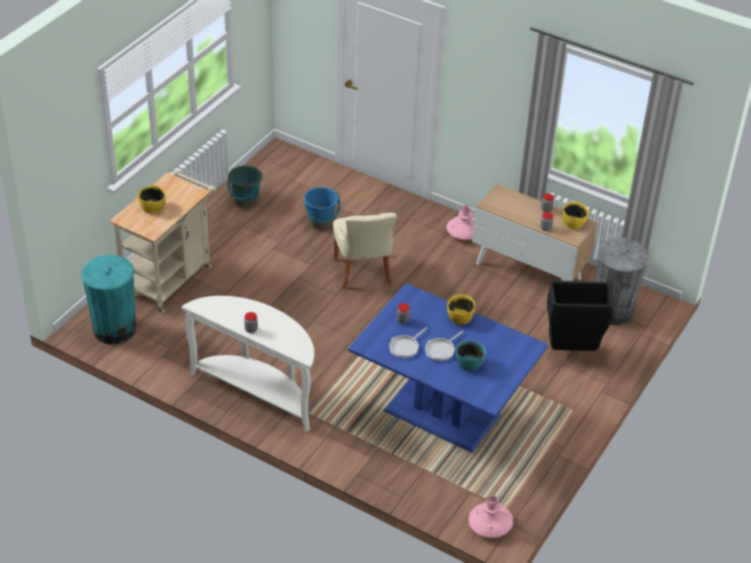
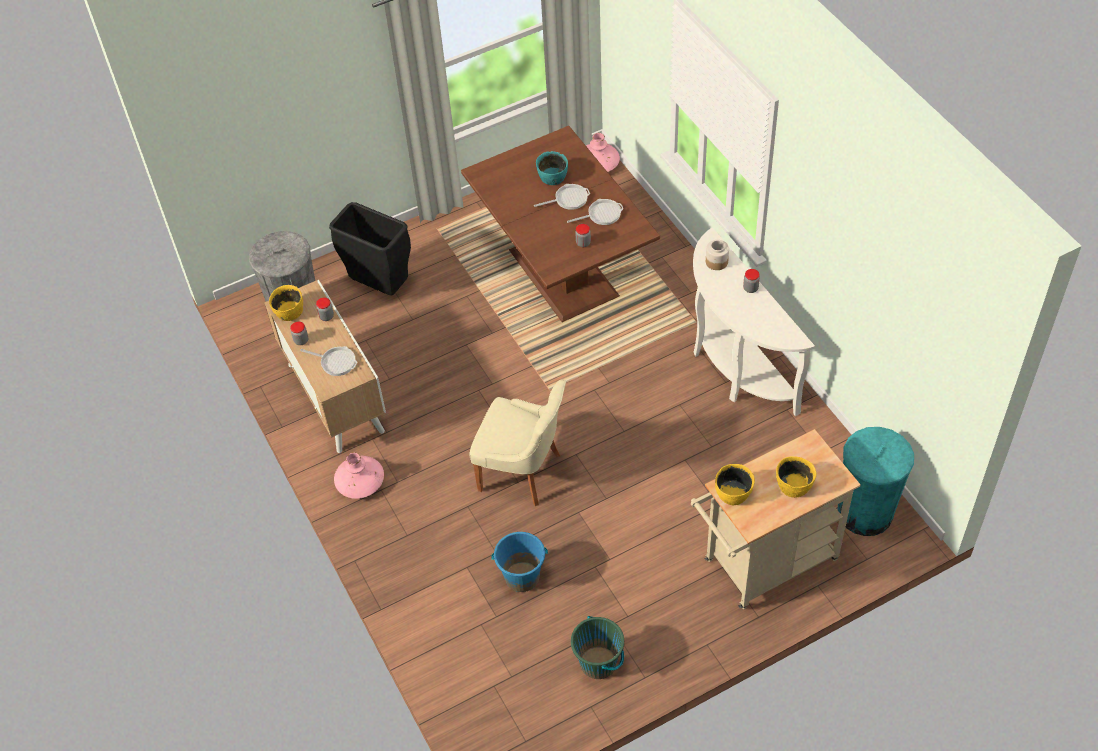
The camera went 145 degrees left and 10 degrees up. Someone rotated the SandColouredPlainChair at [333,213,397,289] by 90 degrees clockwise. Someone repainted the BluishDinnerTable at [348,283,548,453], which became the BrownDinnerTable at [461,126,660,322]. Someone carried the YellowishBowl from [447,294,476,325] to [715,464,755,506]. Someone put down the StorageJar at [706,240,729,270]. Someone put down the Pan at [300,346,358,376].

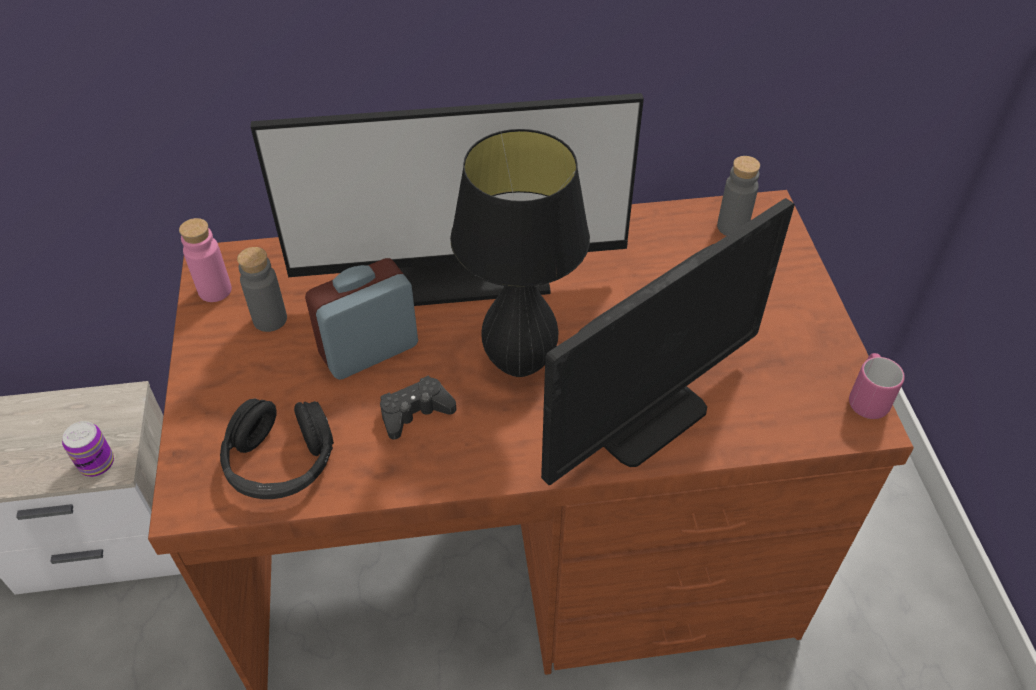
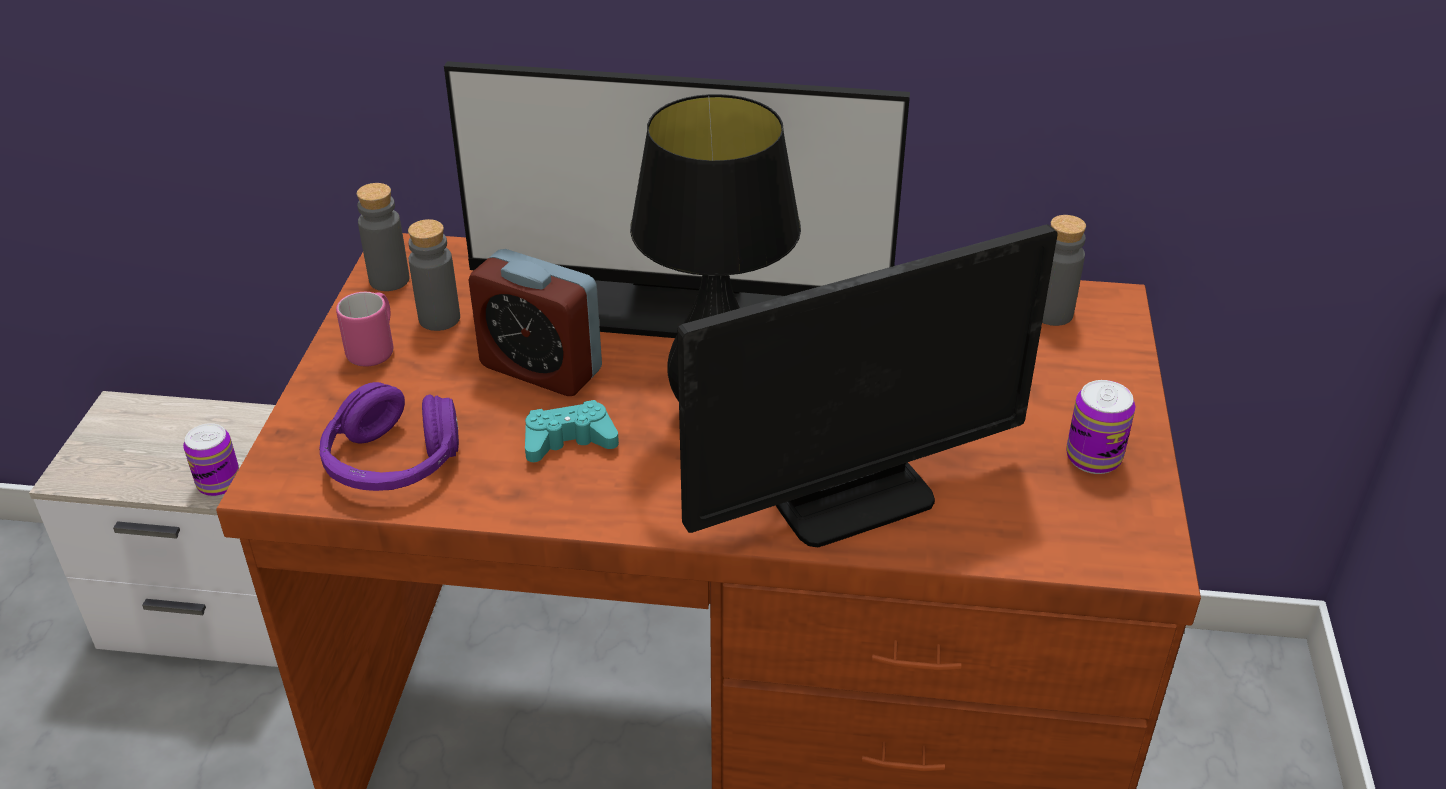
The camera went 15 degrees right and 10 degrees down. Someone repainted the PinkDrinkBottle at [179,218,232,302], which became the GreyDrinkBottle at [357,183,409,291]. Someone rotated the TableClock at [305,258,418,380] by 135 degrees counterclockwise. Someone carried the PinkTeaMug from [849,353,905,419] to [336,292,393,367]. Someone repainted the BlackJoypad at [380,376,456,440], which became the BlueGreenJoypad at [525,400,619,462]. Someone repainted the BlackHeadset at [220,399,334,499], which became the PurpleColouredHeadset at [320,382,459,491]. Someone put down the MetalCan at [1066,380,1135,474].

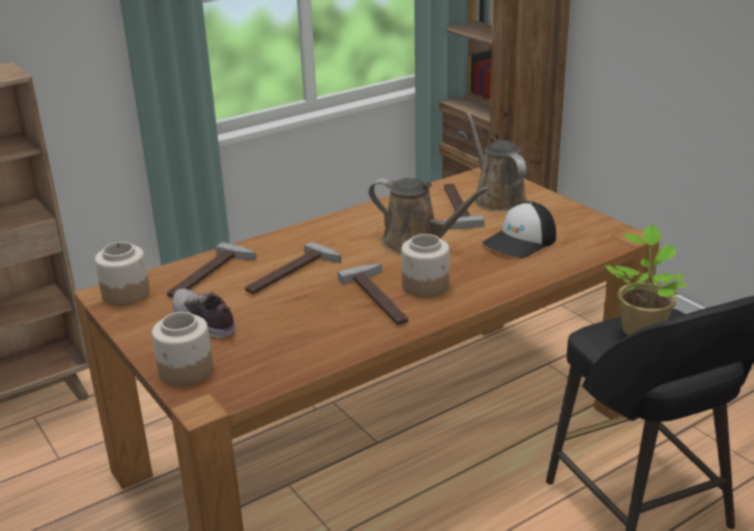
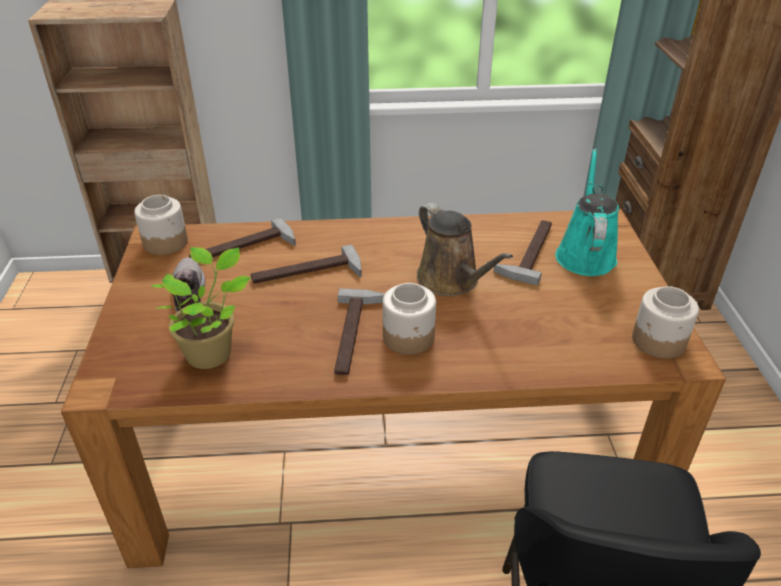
The camera went 30 degrees right and 10 degrees up. Someone repainted the BrownSprinklingCan at [466,112,527,211], which became the BlueGreenSprinklingCan at [555,149,619,276]. Someone took away the PeakedCap at [483,201,556,258]. Someone carried the Houseplant from [605,225,688,335] to [151,247,251,369]. Someone carried the StorageJar from [152,312,213,386] to [632,286,699,359].

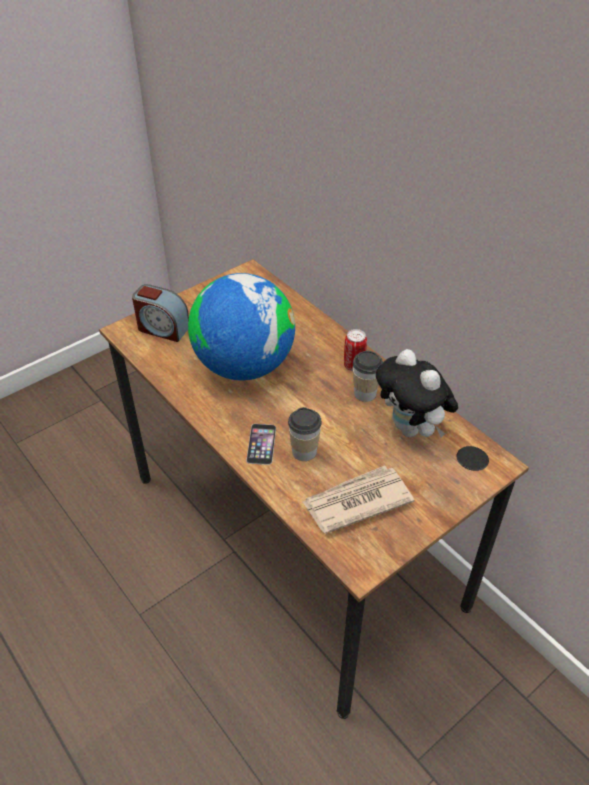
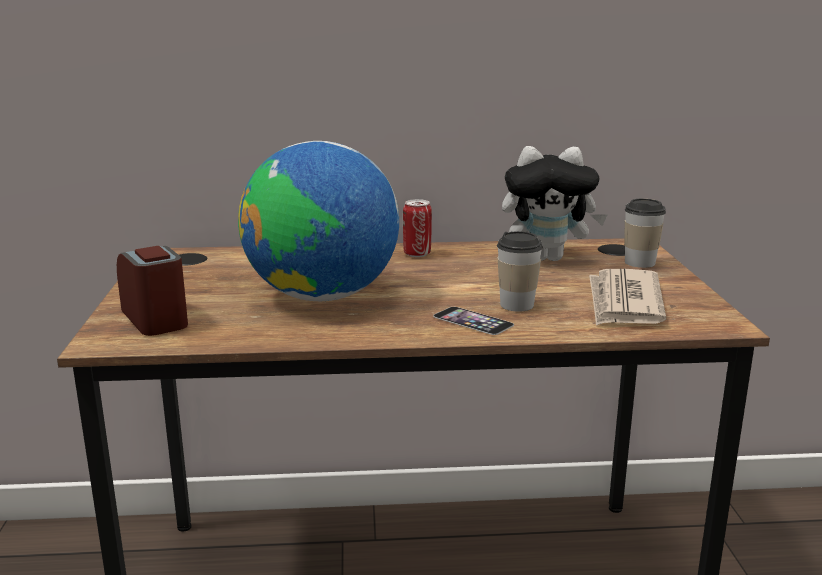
The camera went 55 degrees left and 25 degrees down. Someone rotated the TableClock at [132,284,189,342] by 90 degrees counterclockwise. Someone carried the Cup from [353,351,383,402] to [624,199,666,268].

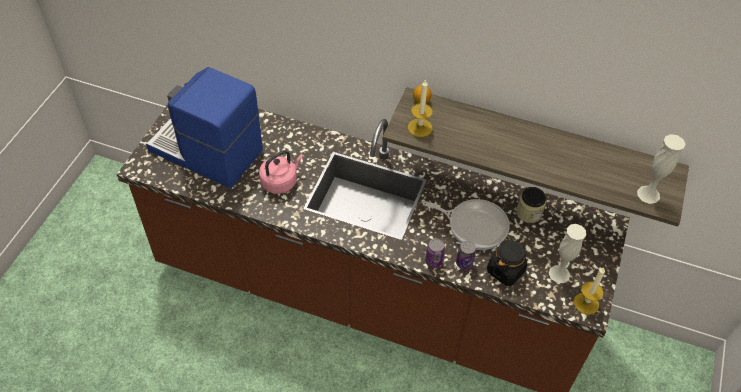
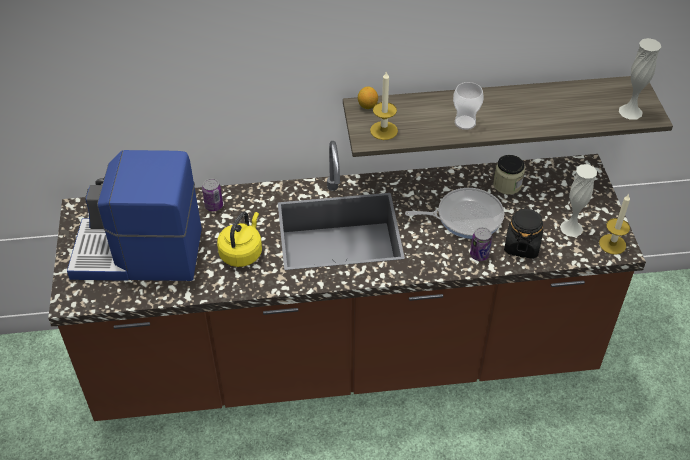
The camera went 25 degrees left and 5 degrees down. Someone repainted the PinkKettle at [259,150,304,194], which became the YellowishKettle at [217,212,262,267]. Someone carried the MetalCan from [425,239,445,268] to [202,179,223,211]. Someone put down the Cup at [453,82,484,130].

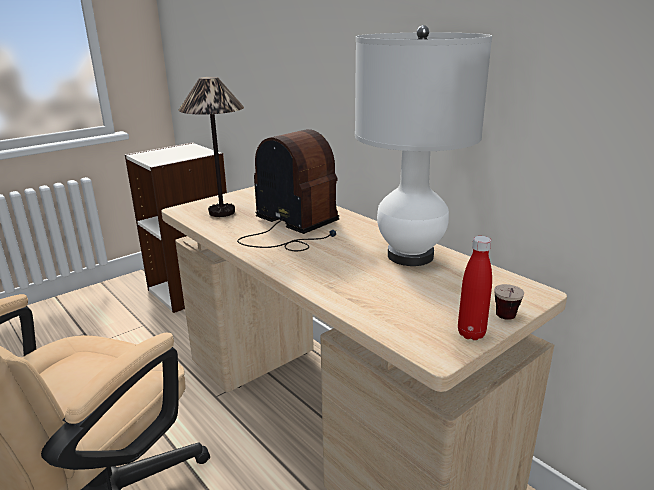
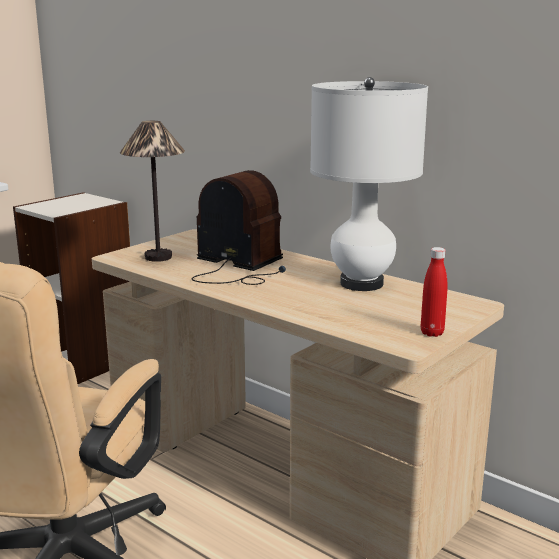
The camera went 10 degrees left and 5 degrees down. Someone took away the Cup at [494,284,524,320].

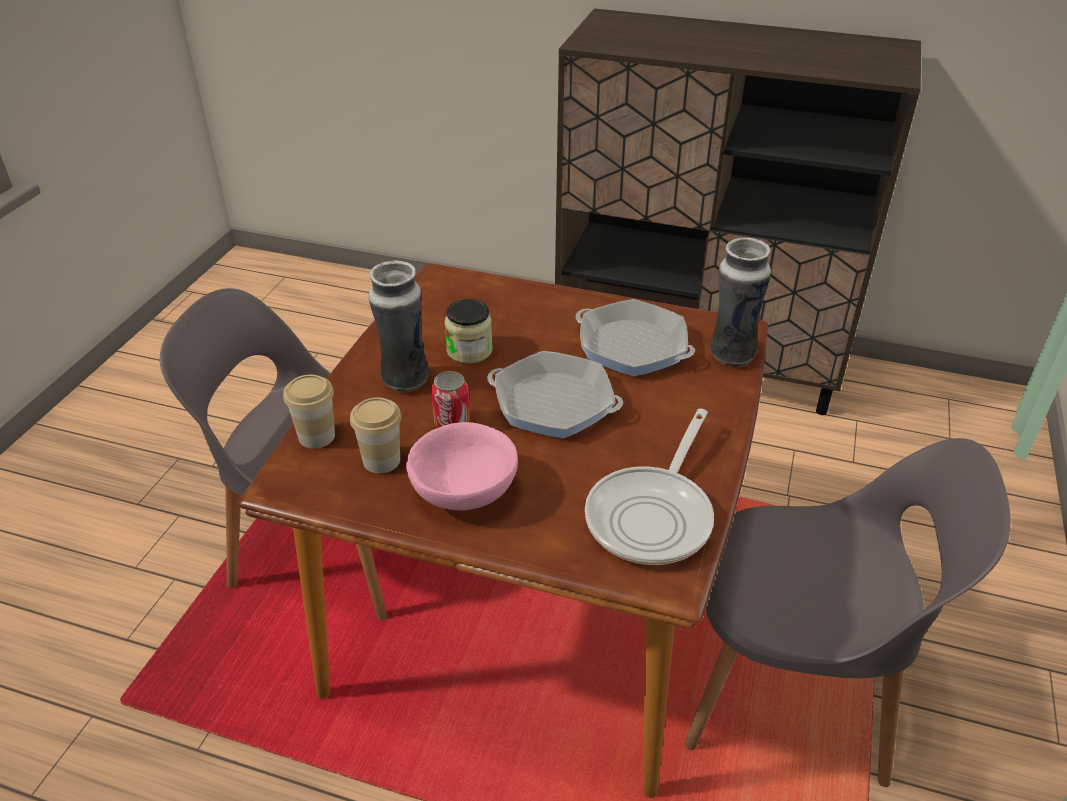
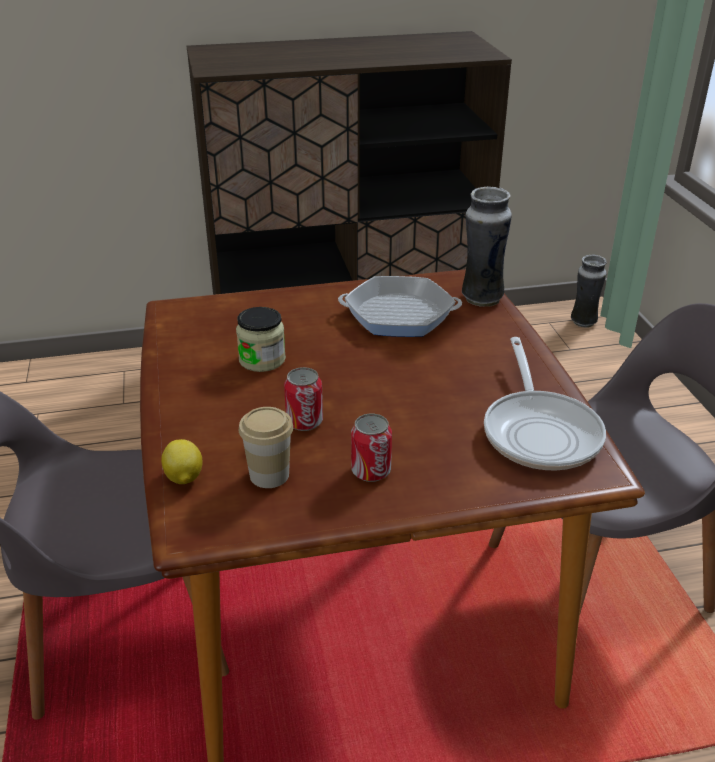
The camera went 30 degrees left and 5 degrees down. Someone carried the Vase from [368,260,429,392] to [571,255,607,328]. Someone took away the Pan at [487,351,623,439]. Someone swapped the Cup at [283,374,335,449] for the Lemon at [161,439,203,484]. Someone swapped the PinkBowl at [406,422,518,511] for the MetalCan at [351,414,392,482].

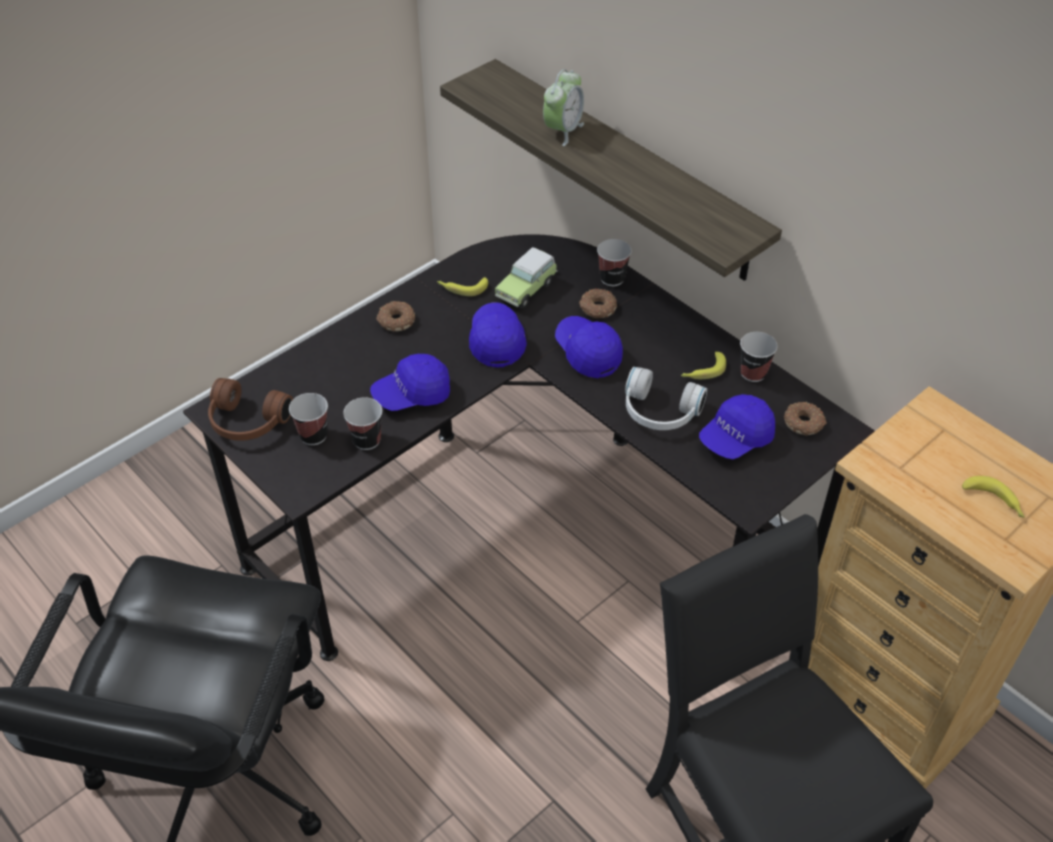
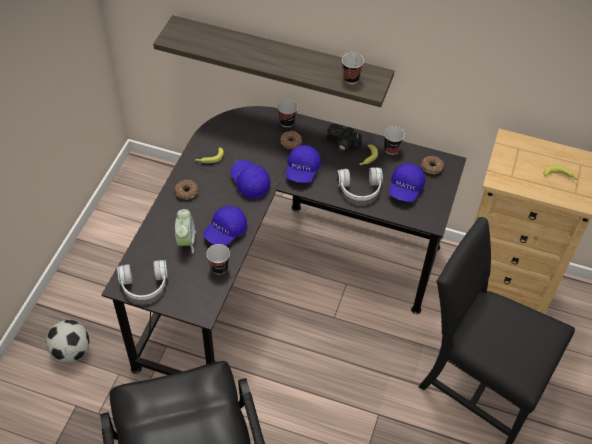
The camera went 30 degrees left and 5 degrees up. Someone carried the TableClock from [543,69,584,146] to [175,209,196,253]. Someone took away the ToyCar at [495,247,557,308]. Someone rotated the BluishPeakedCap at [555,316,623,378] by 105 degrees counterclockwise. Someone repainted the BrownHeadset at [208,378,293,441], which became the WhitishHeadset at [117,260,168,300]. Someone carried the Cup from [289,393,328,445] to [342,53,364,84]. Someone put down the PhotoCamera at [327,124,362,153]. Someone put down the FootballBall at [46,320,89,363].

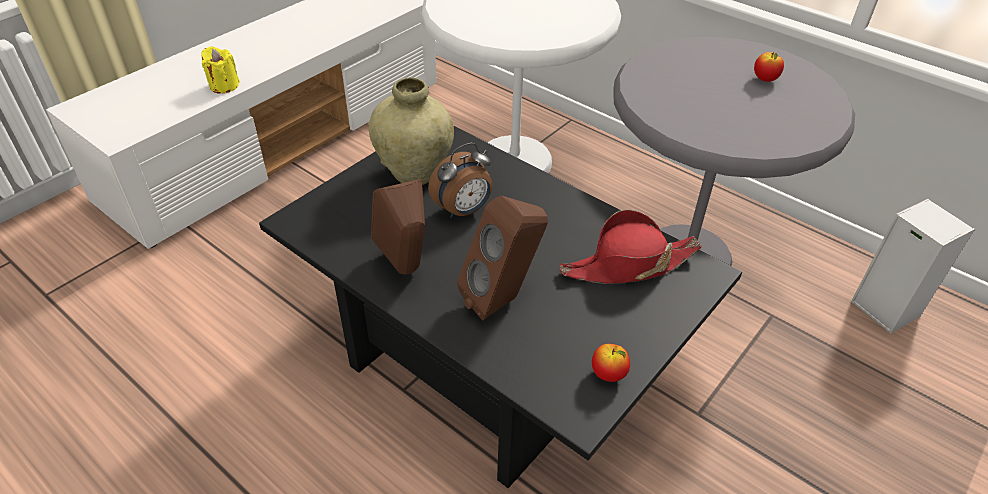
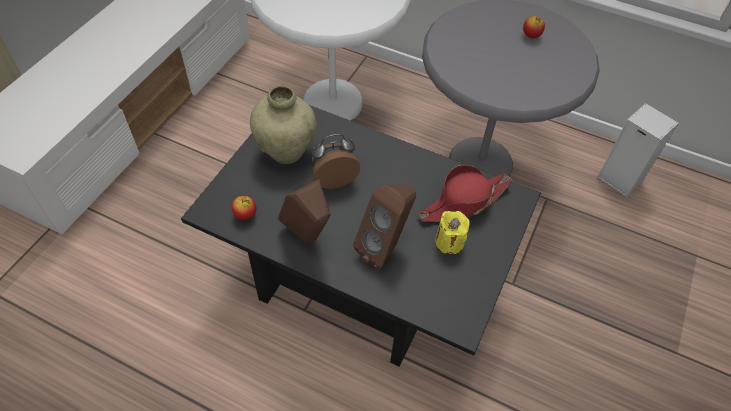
The camera went 15 degrees left and 10 degrees up. Someone carried the YellowishWaxLight from [201,47,240,94] to [435,211,470,255]. Someone rotated the TableClock at [428,143,493,218] by 150 degrees counterclockwise. Someone carried the Apple from [592,344,630,382] to [232,196,257,220].

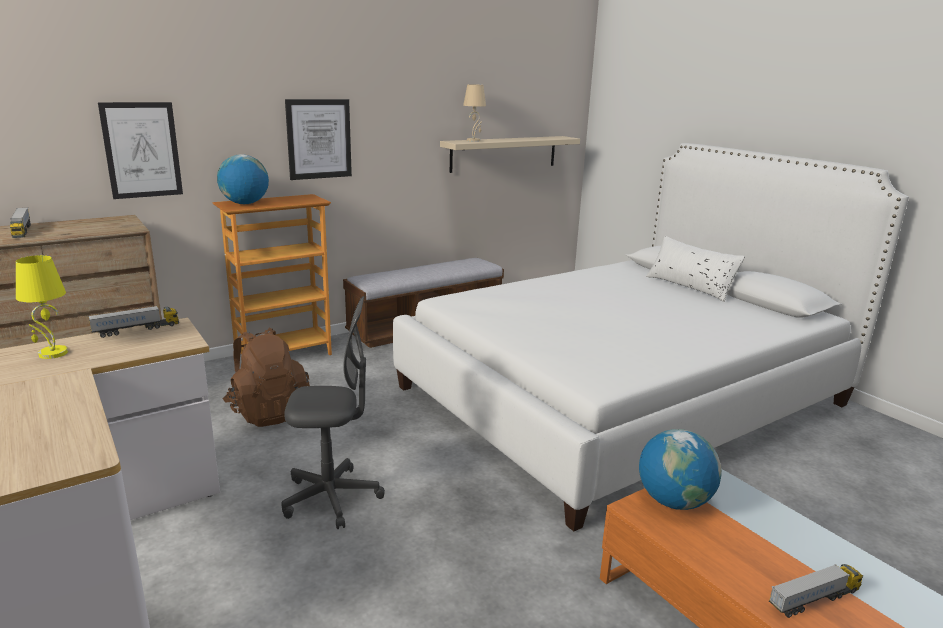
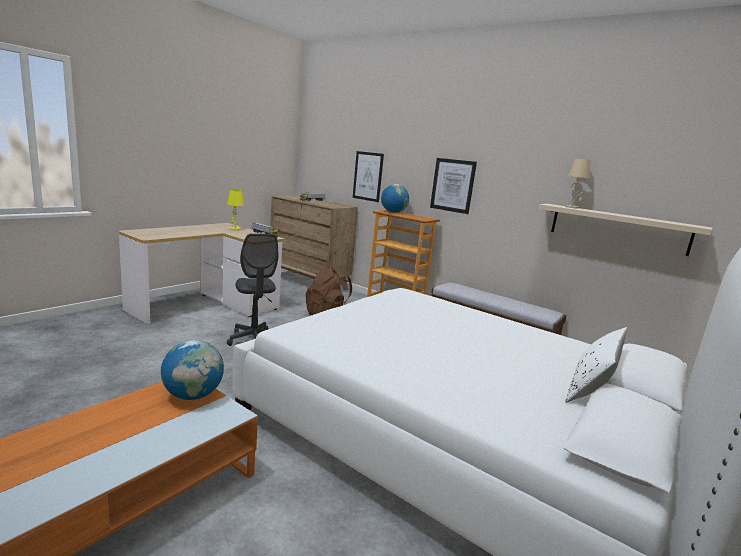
The camera went 70 degrees right and 5 degrees down. Someone took away the ToyLorry at [769,564,863,618].

